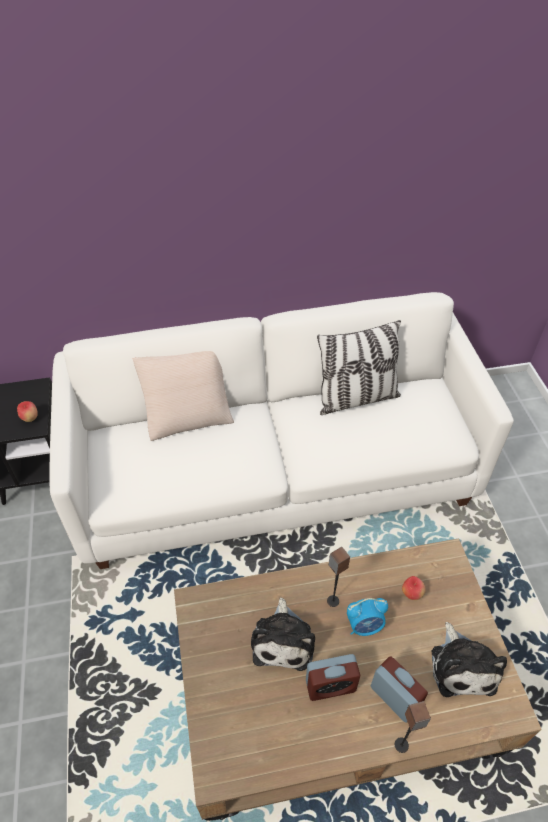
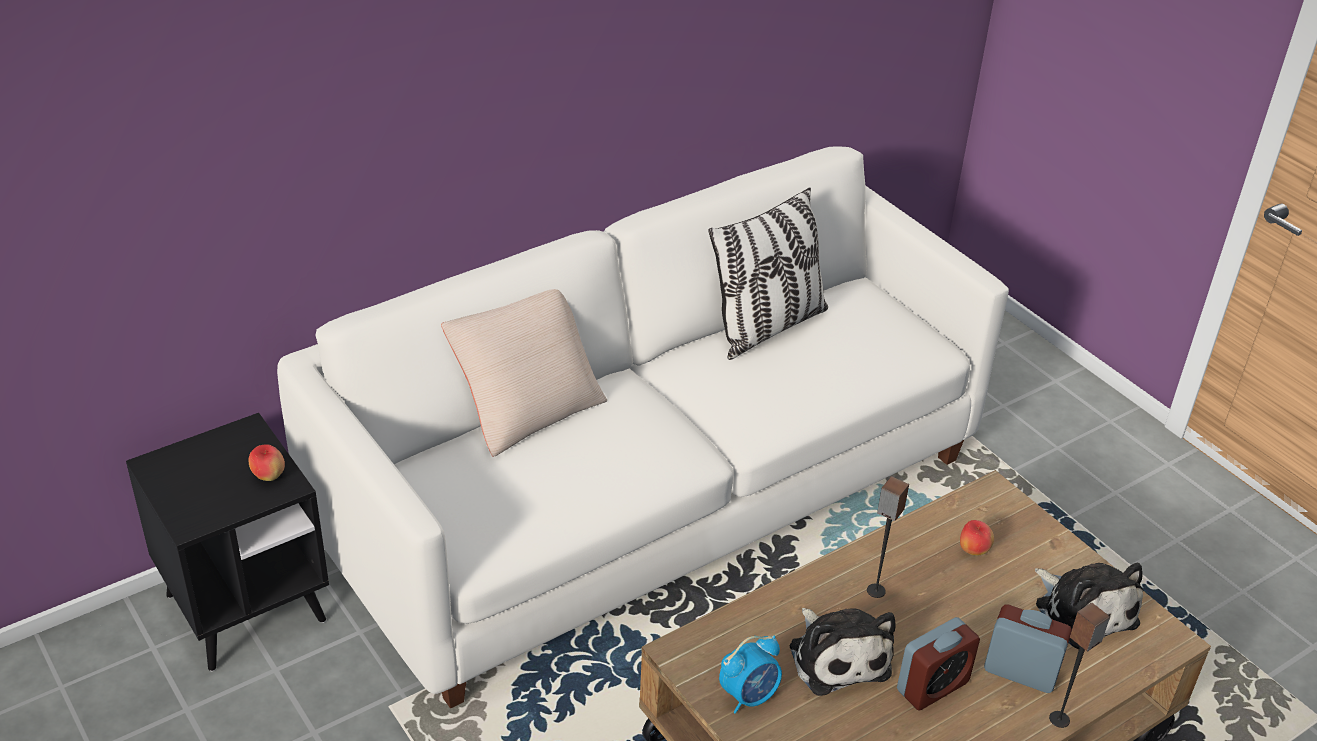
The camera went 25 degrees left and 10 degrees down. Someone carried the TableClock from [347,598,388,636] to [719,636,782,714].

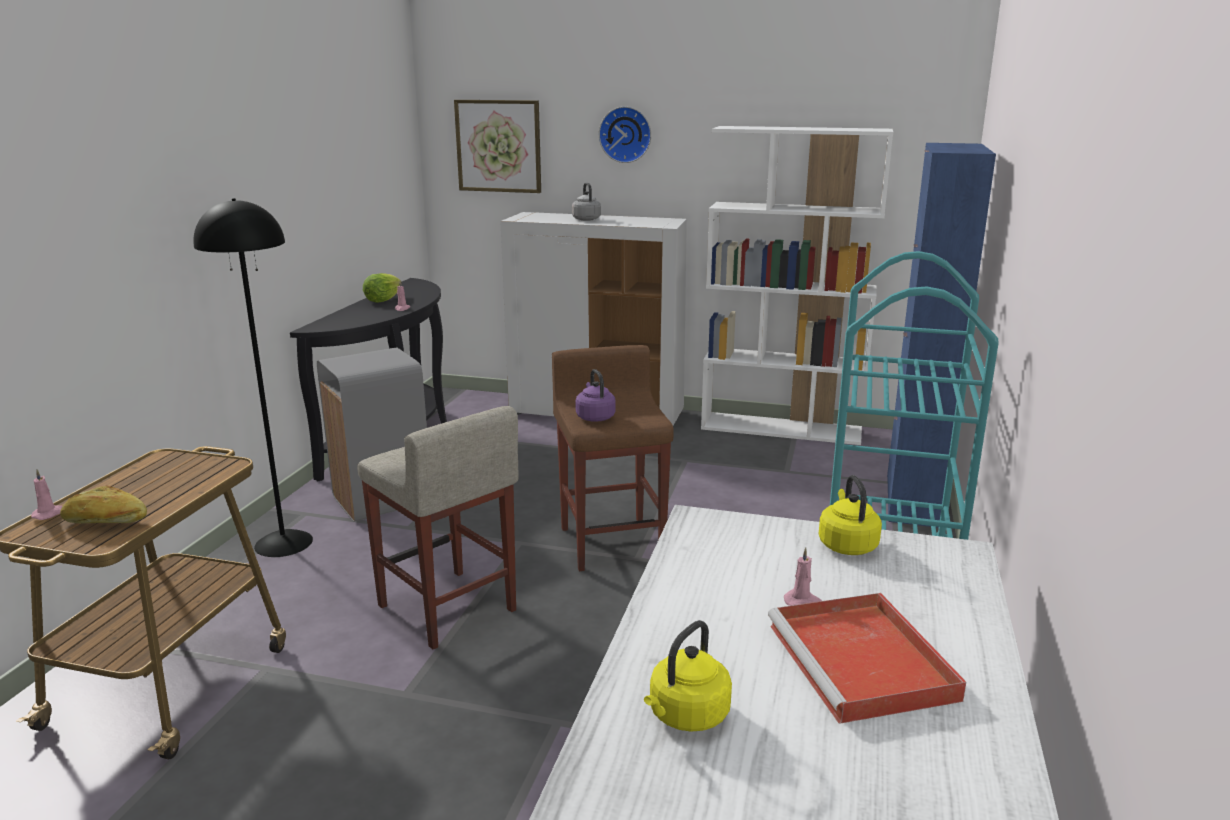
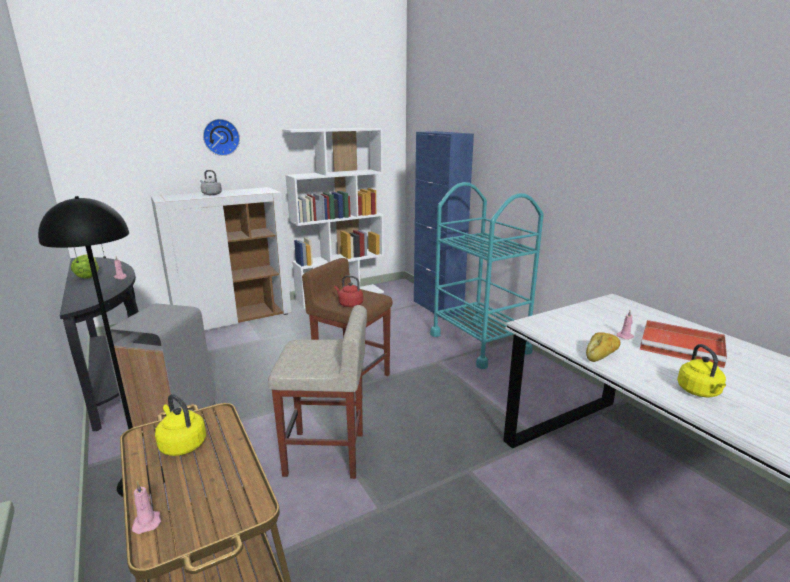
The camera went 45 degrees left and 0 degrees up. Someone took away the WallArt at [454,100,541,193]. Someone repainted the PurpleColouredKettle at [575,369,616,422], which became the RedKettle at [334,275,363,307]. Someone carried the YellowishKettle from [819,475,882,555] to [155,394,206,456]. Someone carried the BakedBread from [60,485,147,524] to [586,332,620,362].

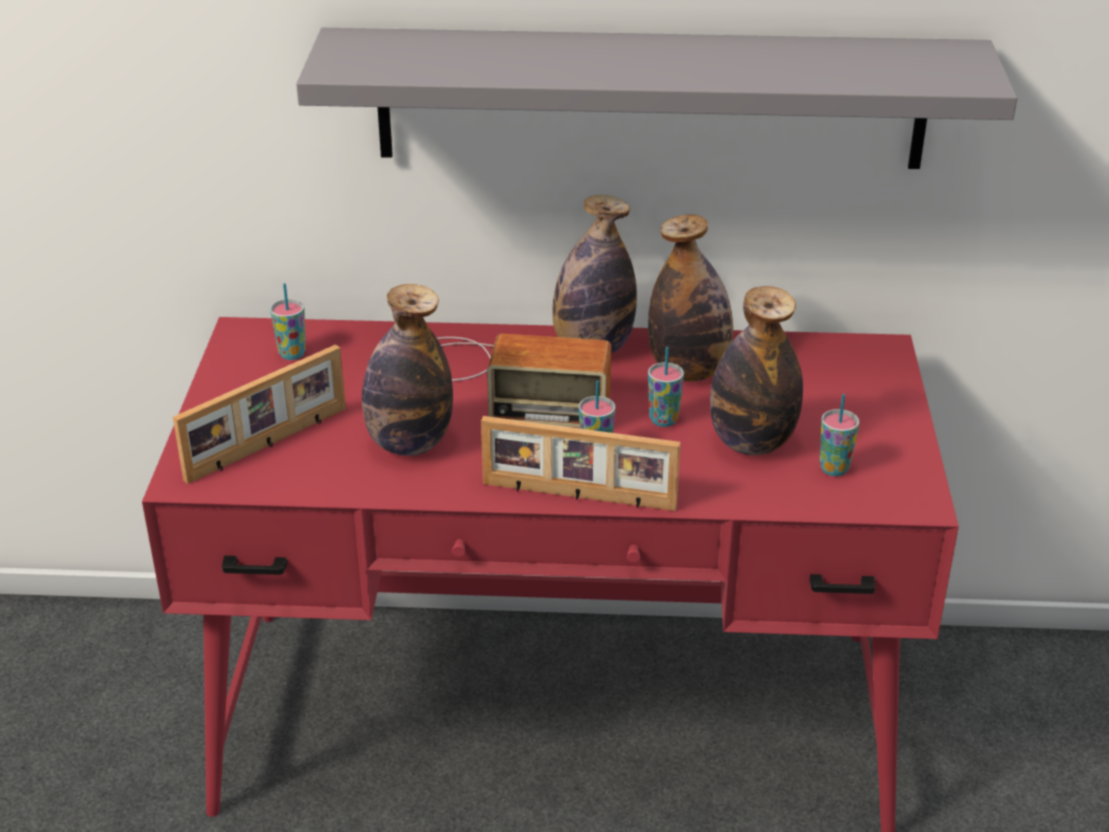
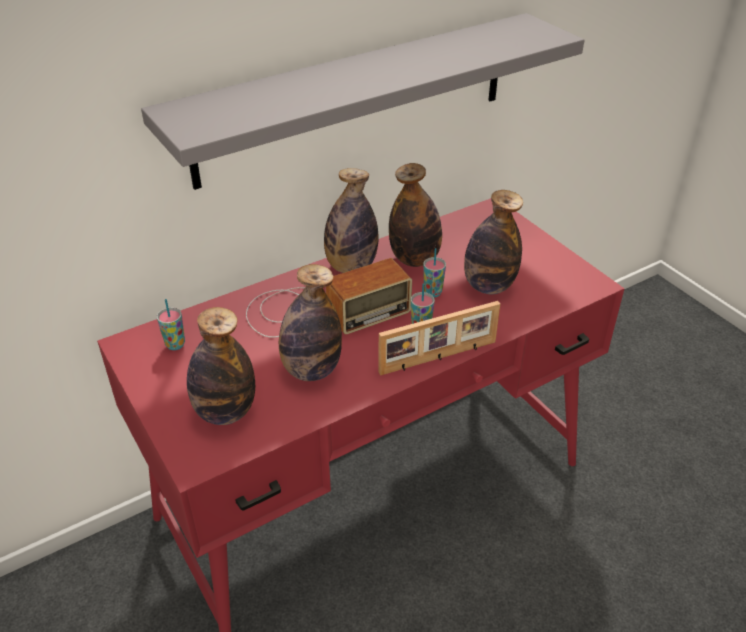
The camera went 35 degrees left and 5 degrees up. Someone swapped the PhotoFrame at [173,344,346,484] for the DrinkBottle at [187,307,255,425]. Someone took away the Cup at [820,394,859,476].

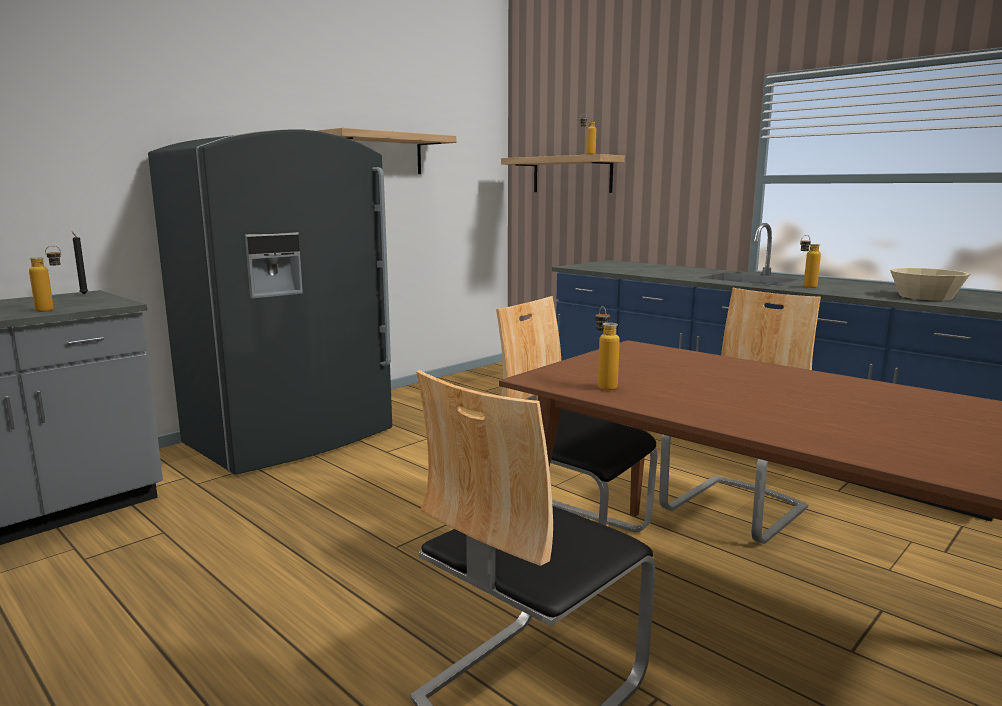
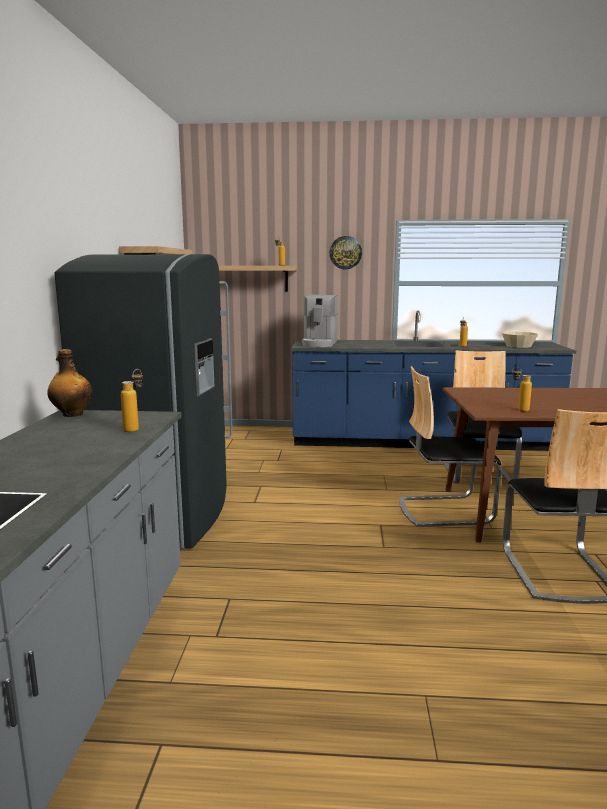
The camera went 40 degrees left and 0 degrees up. Someone swapped the BlackWaxLight at [72,231,88,294] for the DrinkBottle at [47,349,93,417]. Someone put up the ClockOnTheWall at [330,236,362,269]. Someone put down the CoffeeBrewer at [302,295,338,347].

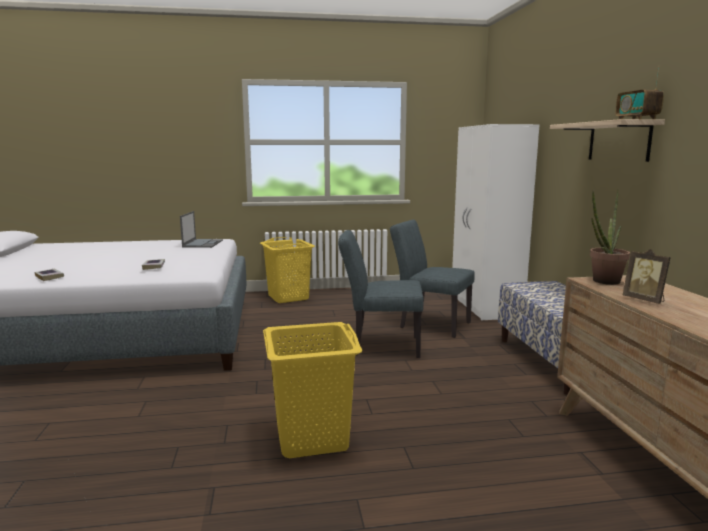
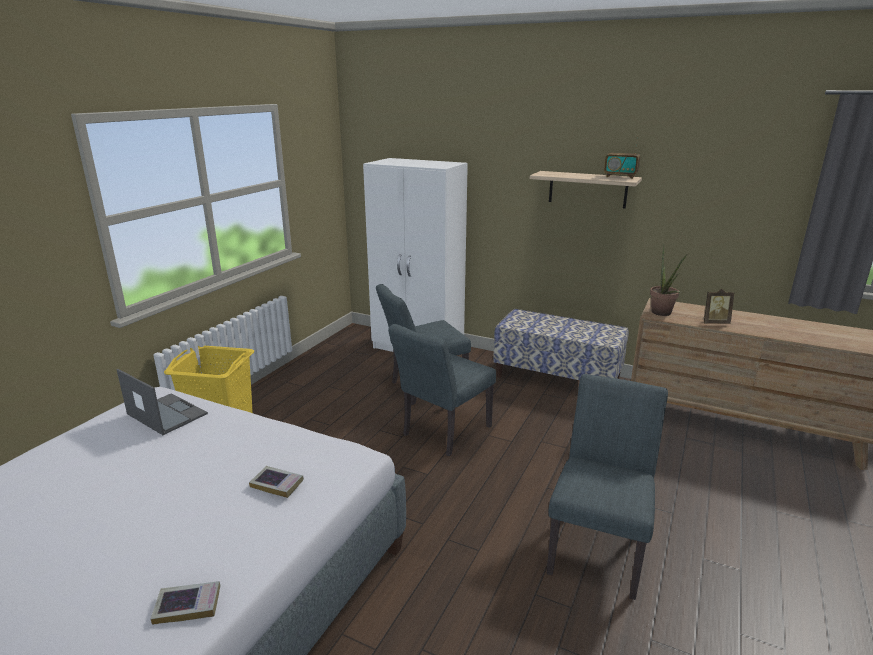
The camera went 55 degrees left and 10 degrees up. Someone swapped the YellowishHamper at [263,322,362,458] for the GreyPlainChair at [547,374,668,600].

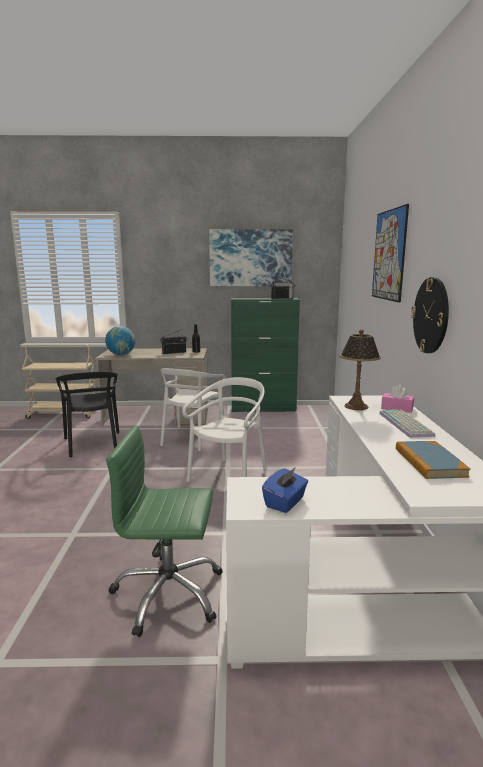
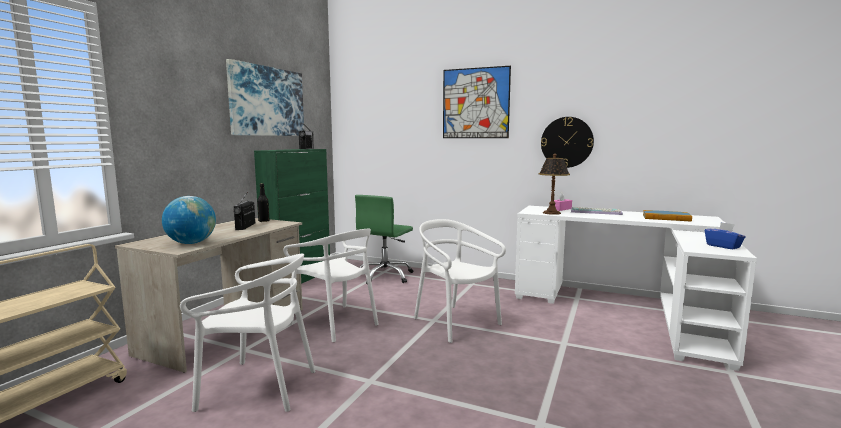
The camera went 65 degrees left and 5 degrees down. Someone repainted the BlackPlainChair at [55,372,119,457], which became the WhitishPlainChair at [180,254,316,412]. Someone carried the GreenishComputerChair from [106,425,222,637] to [355,195,413,284].

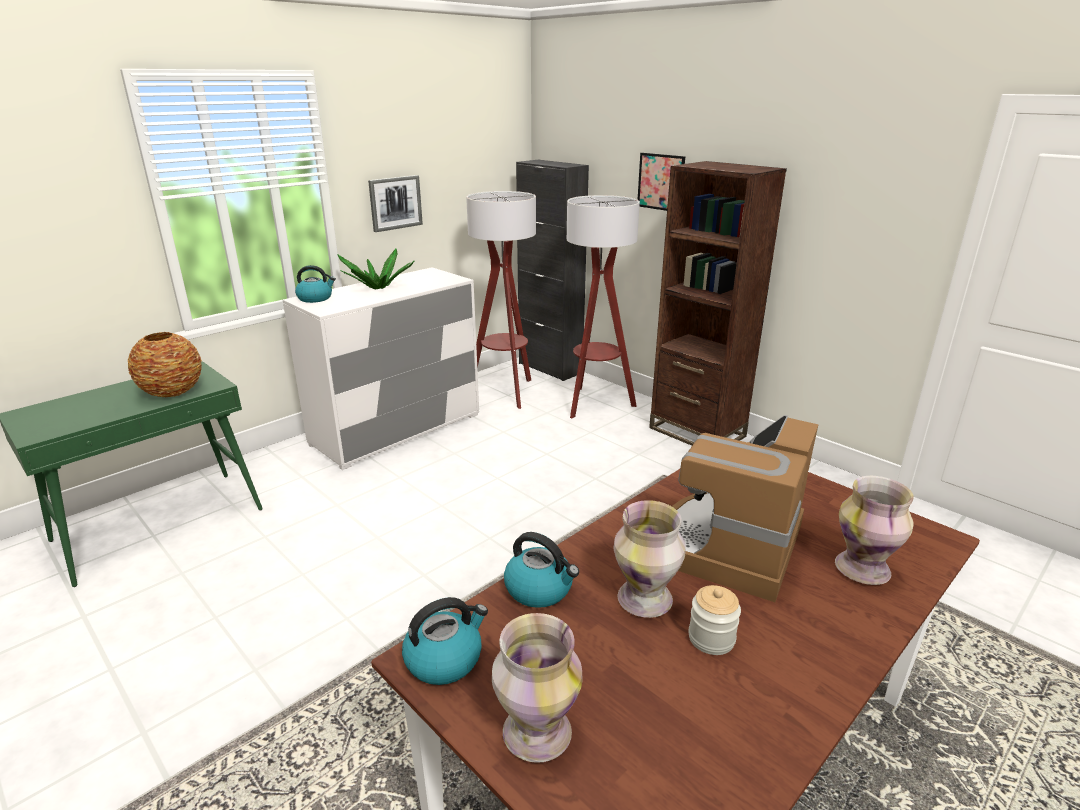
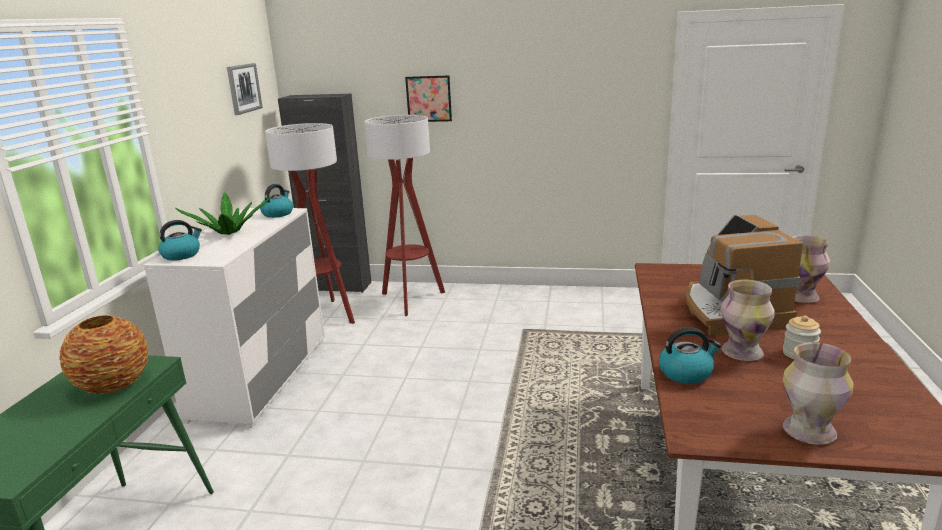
The camera went 35 degrees left and 5 degrees down. Someone took away the BrownShelvingUnit at [649,161,787,446]. Someone carried the WallArt from [368,175,423,232] to [227,63,263,115]. Someone carried the Kettle from [402,597,488,685] to [260,184,293,218].

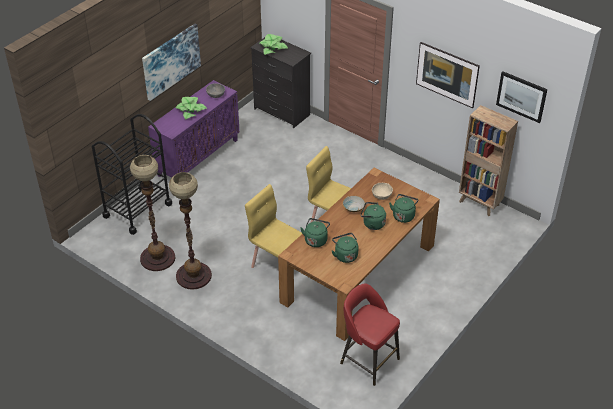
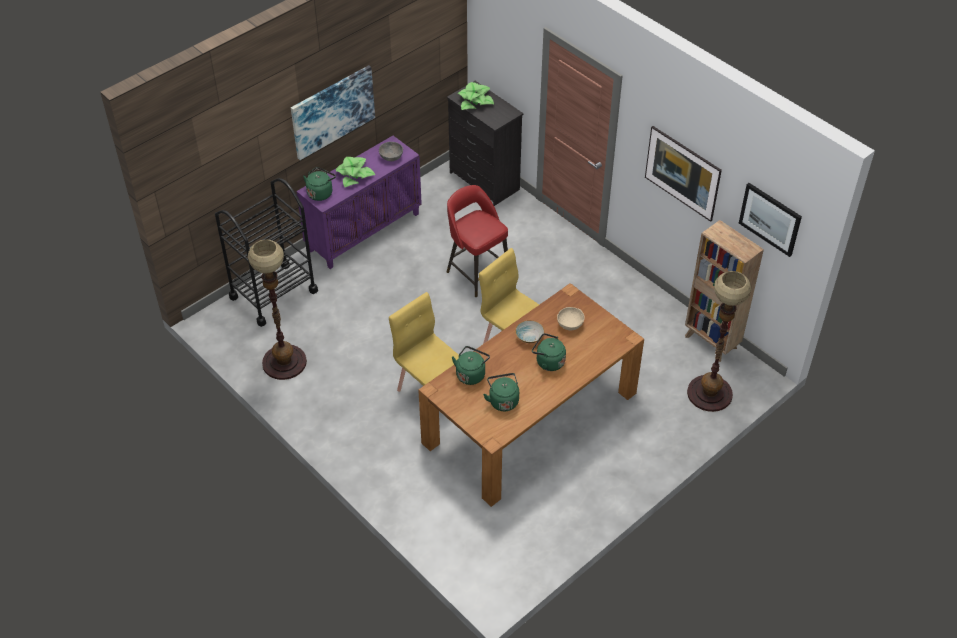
The camera went 10 degrees right and 5 degrees up. Someone carried the FloorLamp from [169,172,212,289] to [687,271,751,412]. Someone carried the GreenishKettle from [389,194,418,223] to [303,167,336,201]. Someone carried the RedStool from [340,283,400,386] to [447,185,508,297].

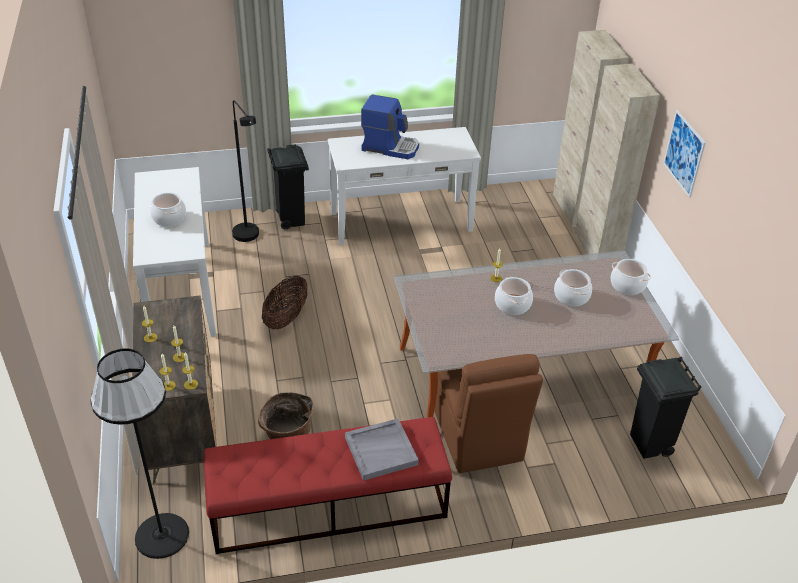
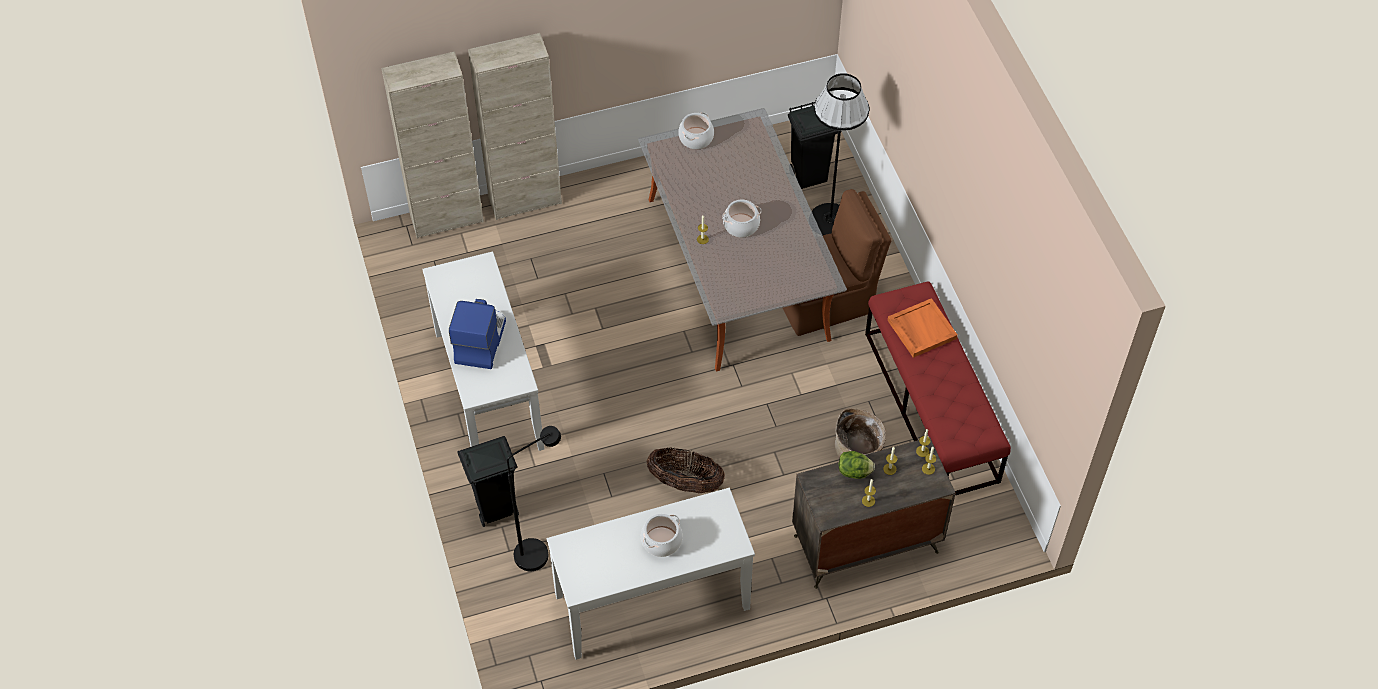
The camera went 95 degrees left and 15 degrees up. Someone took away the WallArt at [663,110,706,198]. Someone took away the Saucepot at [554,269,592,306]. Someone carried the BlackFloorLamp from [90,348,189,559] to [812,73,869,235]. Someone repainted the GreyServingTray at [345,418,419,481], which became the OrangeServingTray at [888,298,958,358]. Someone put down the LettuceHead at [839,451,875,479].

